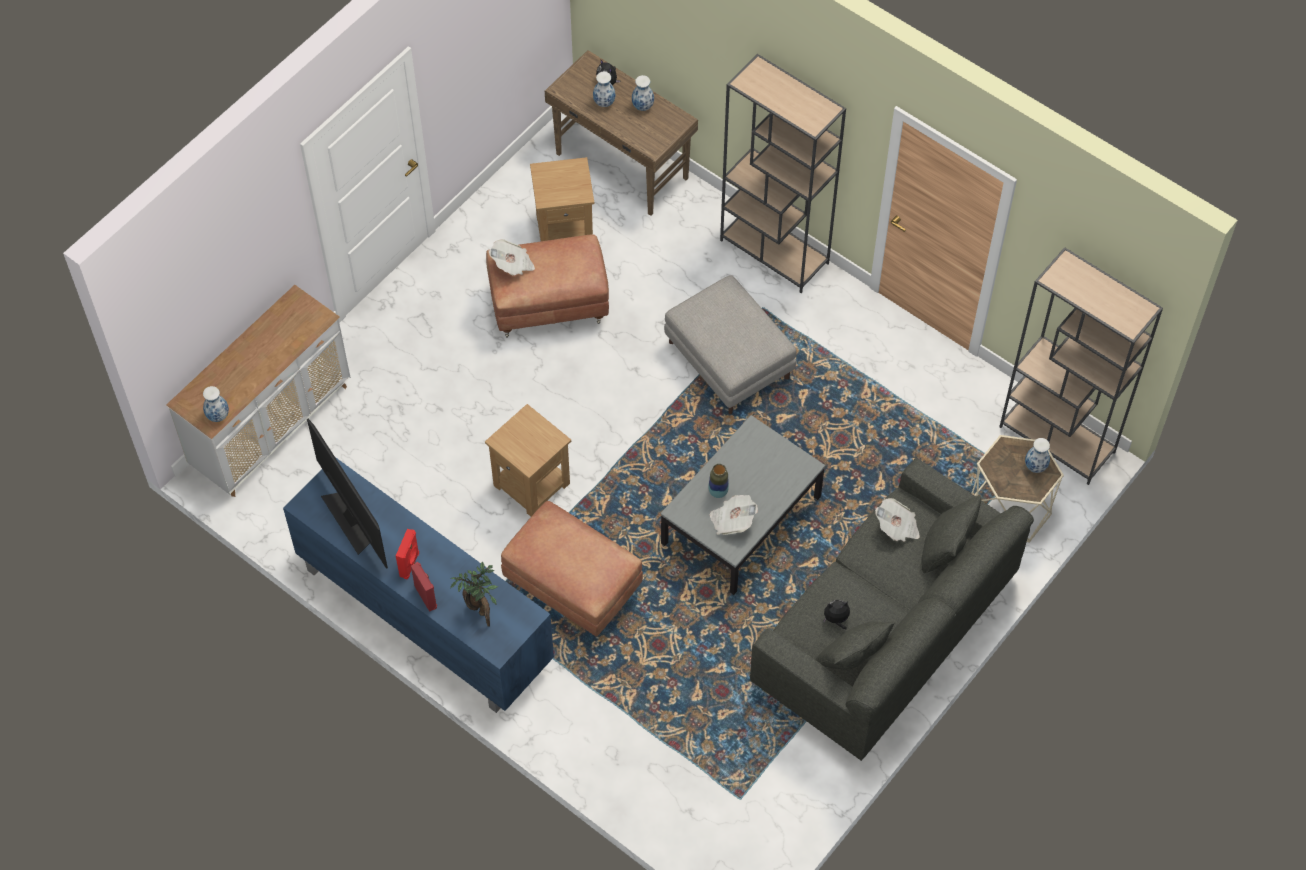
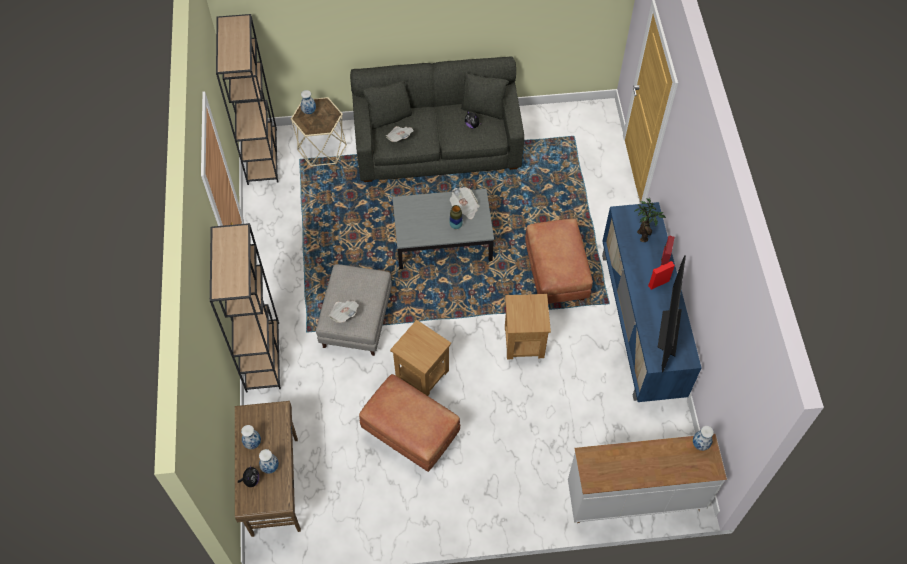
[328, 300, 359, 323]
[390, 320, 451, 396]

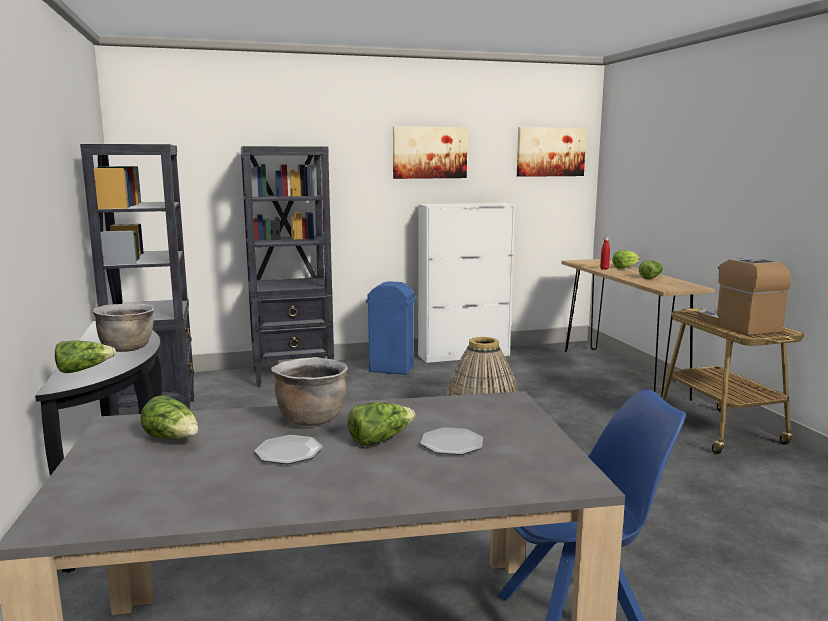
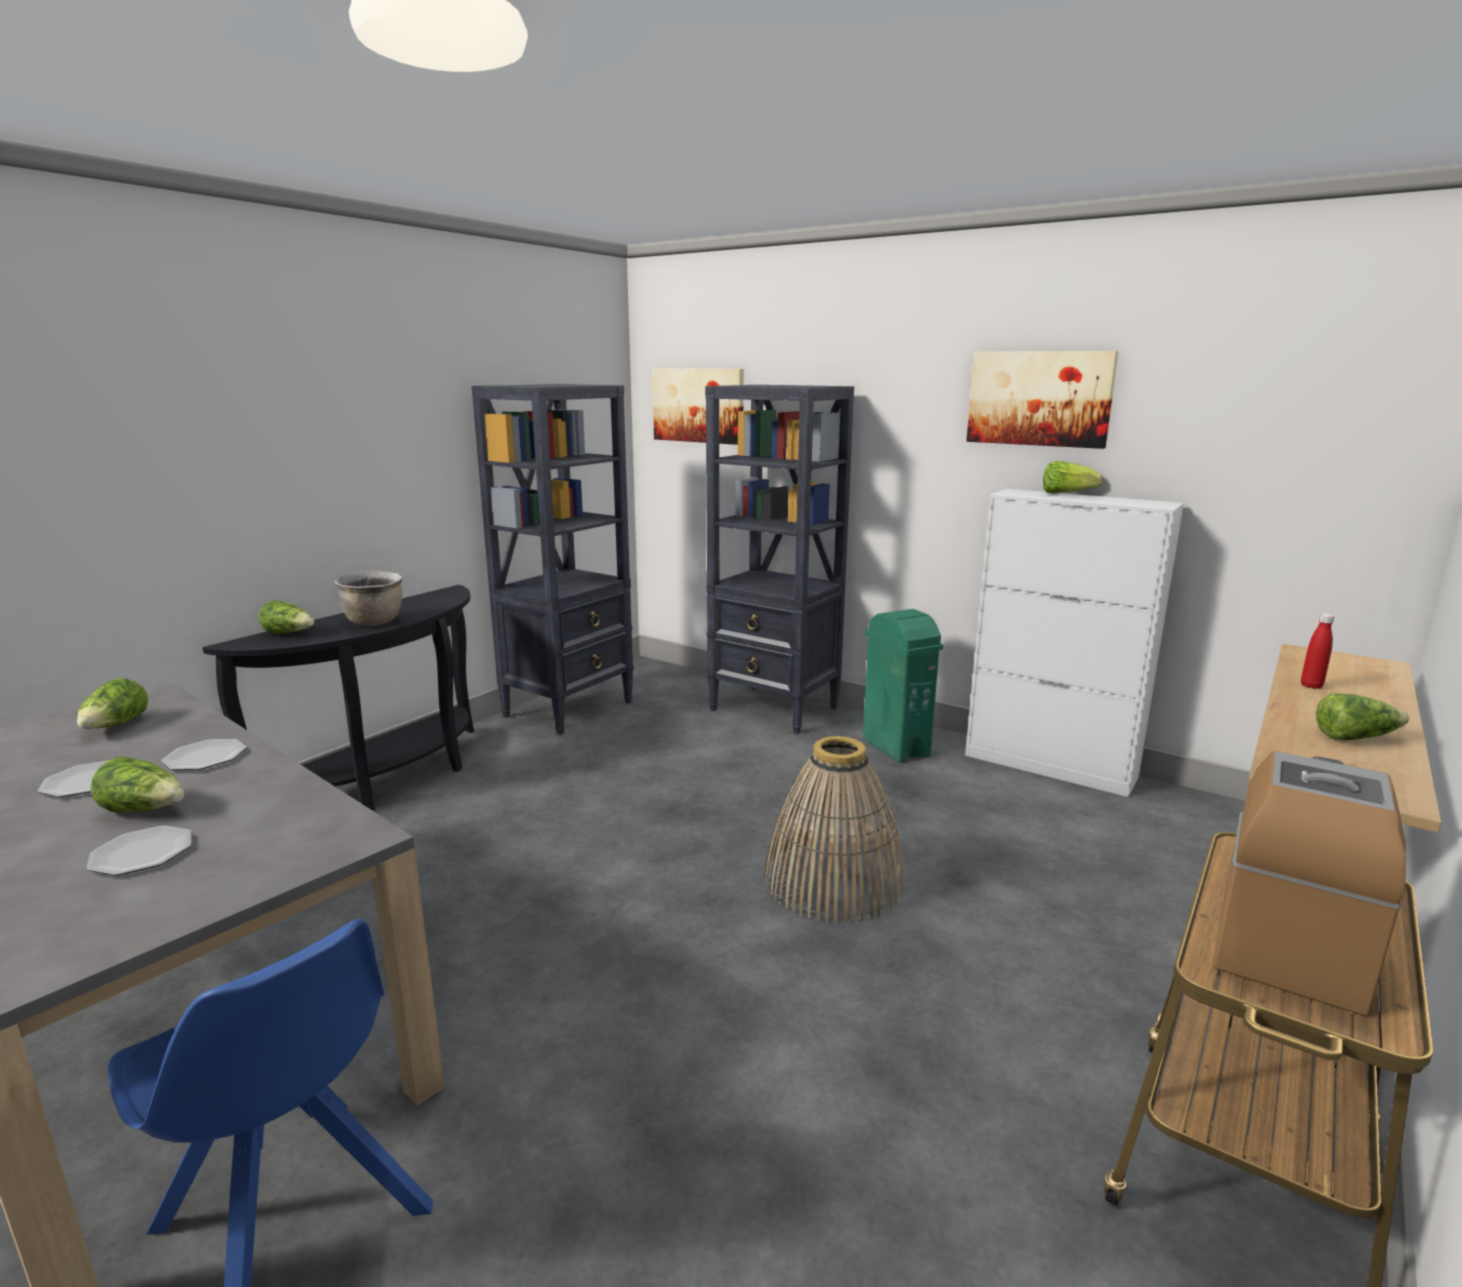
[652, 368, 744, 445]
[1043, 461, 1102, 494]
[162, 739, 247, 770]
[863, 609, 943, 763]

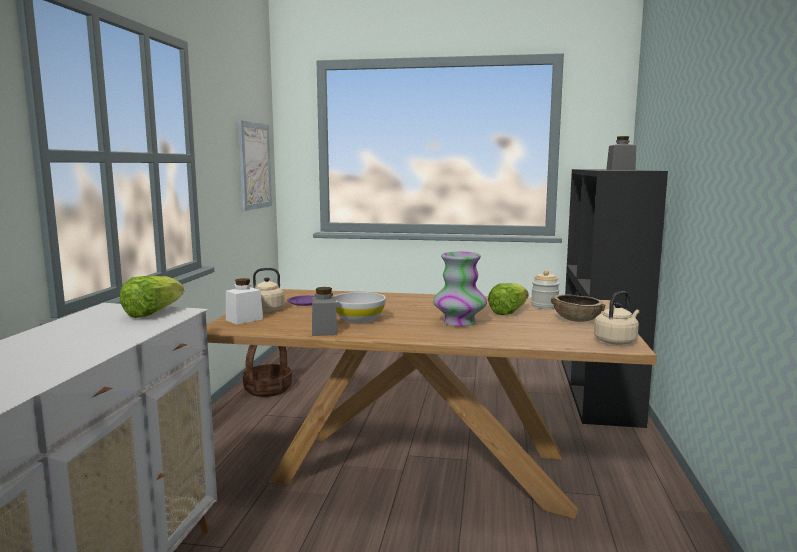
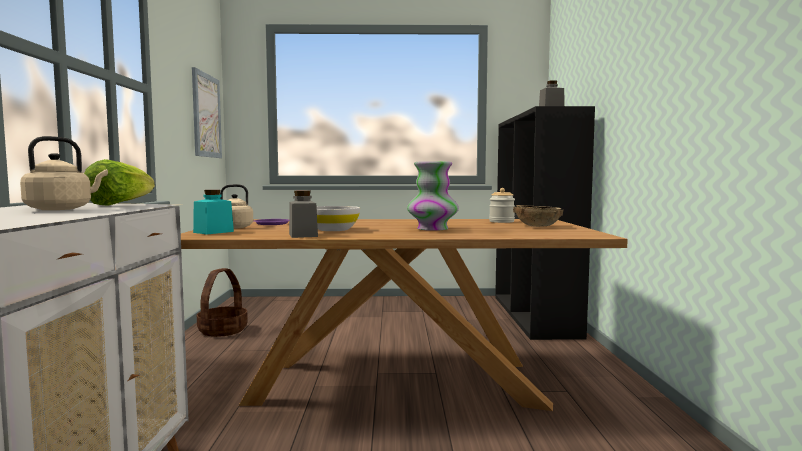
[488, 283, 529, 315] (first image)
[20, 136, 108, 210]
[193, 190, 234, 234]

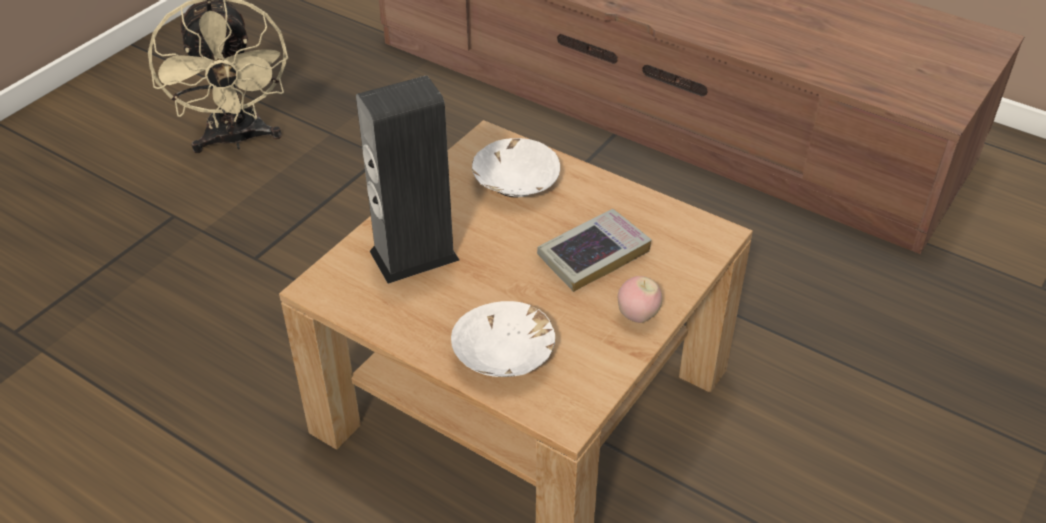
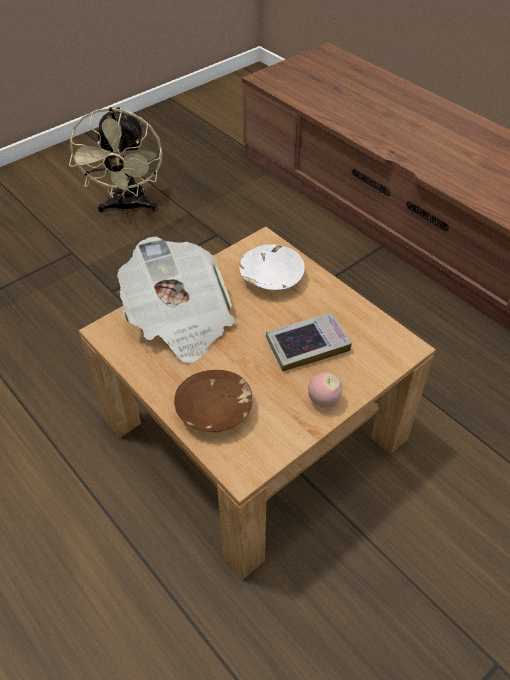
[117, 236, 235, 363]
[174, 370, 253, 432]

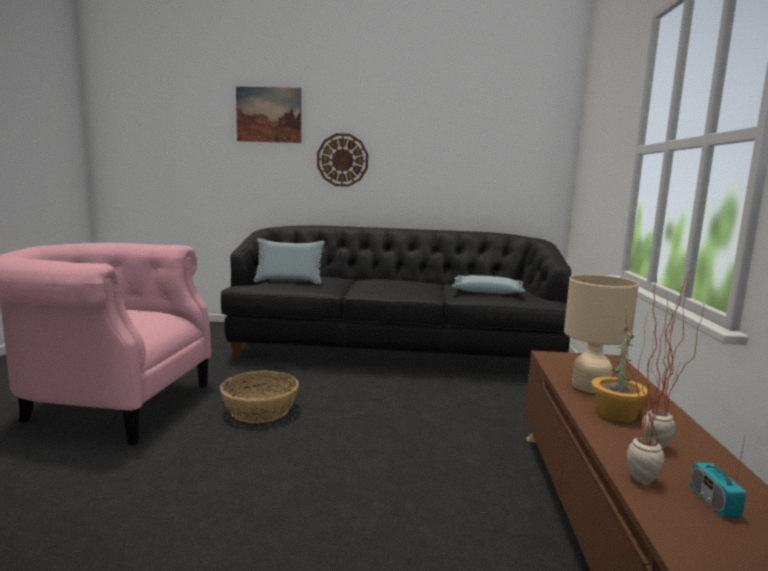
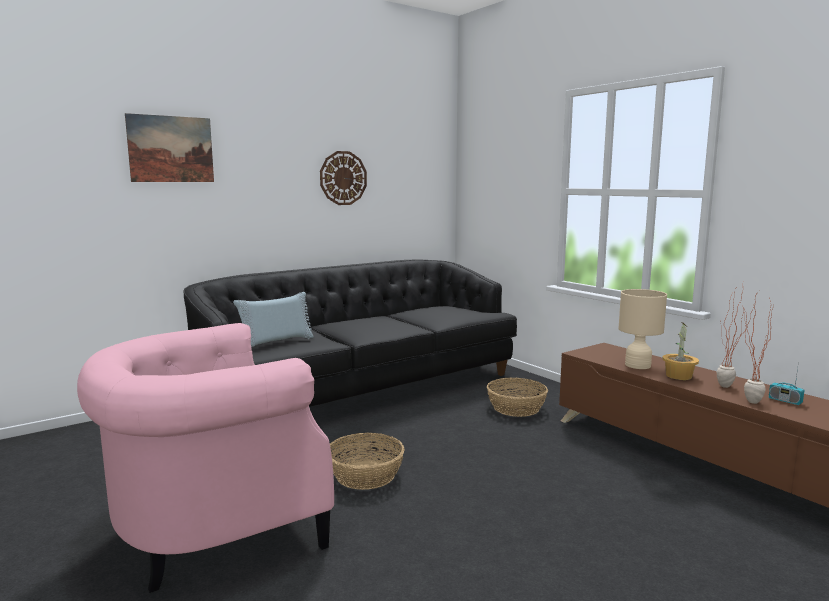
[452, 275, 525, 294] (first image)
[487, 377, 548, 417]
[320, 151, 367, 205]

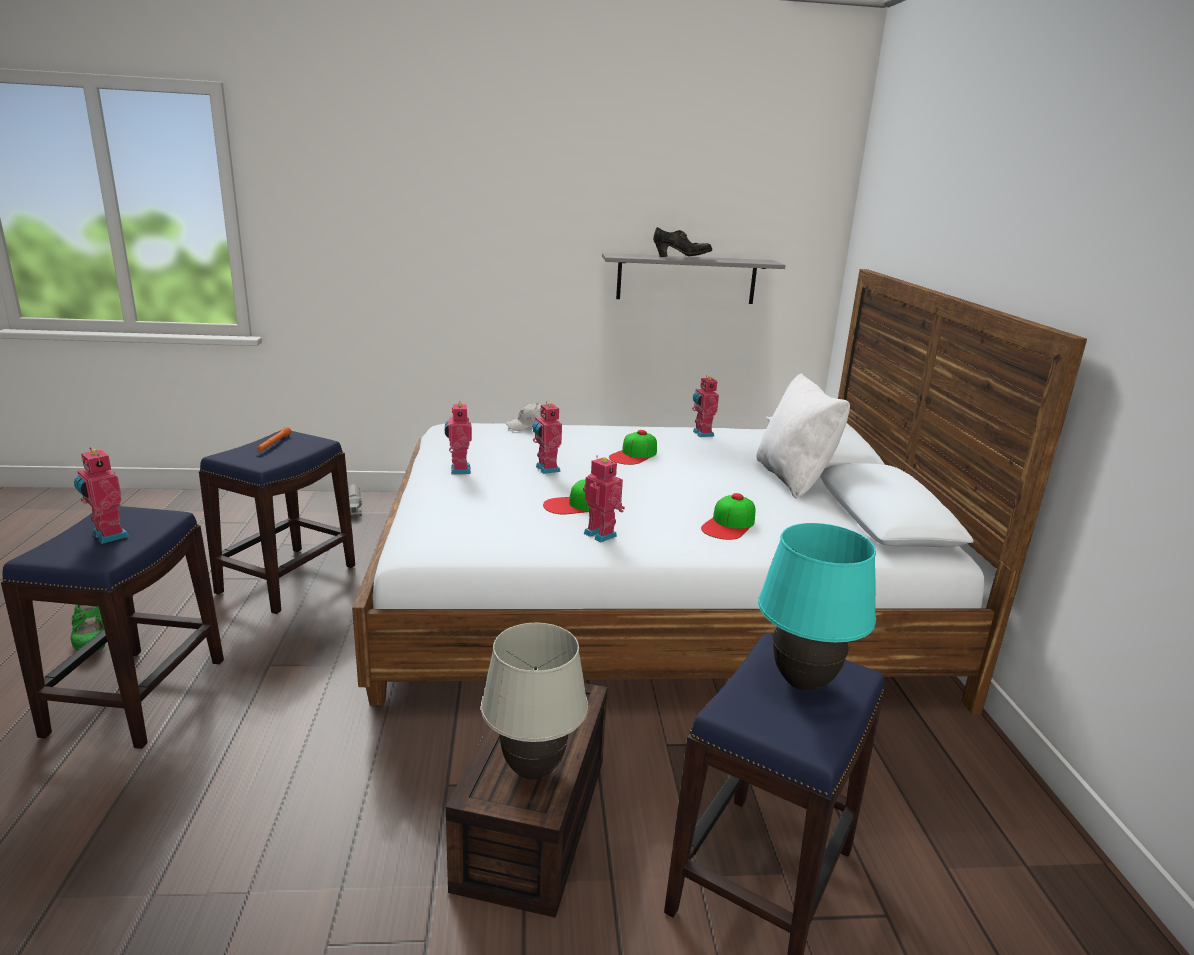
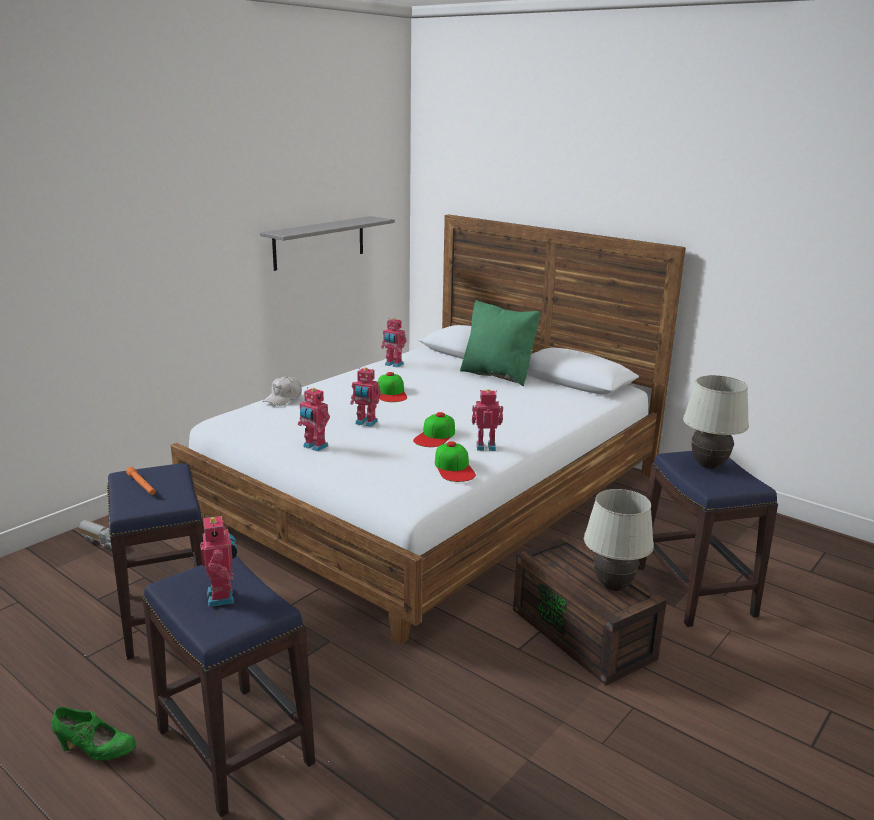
[653, 227, 712, 257] (first image)
[435, 441, 476, 482]
[460, 300, 541, 386]
[683, 375, 749, 469]
[200, 513, 237, 607]

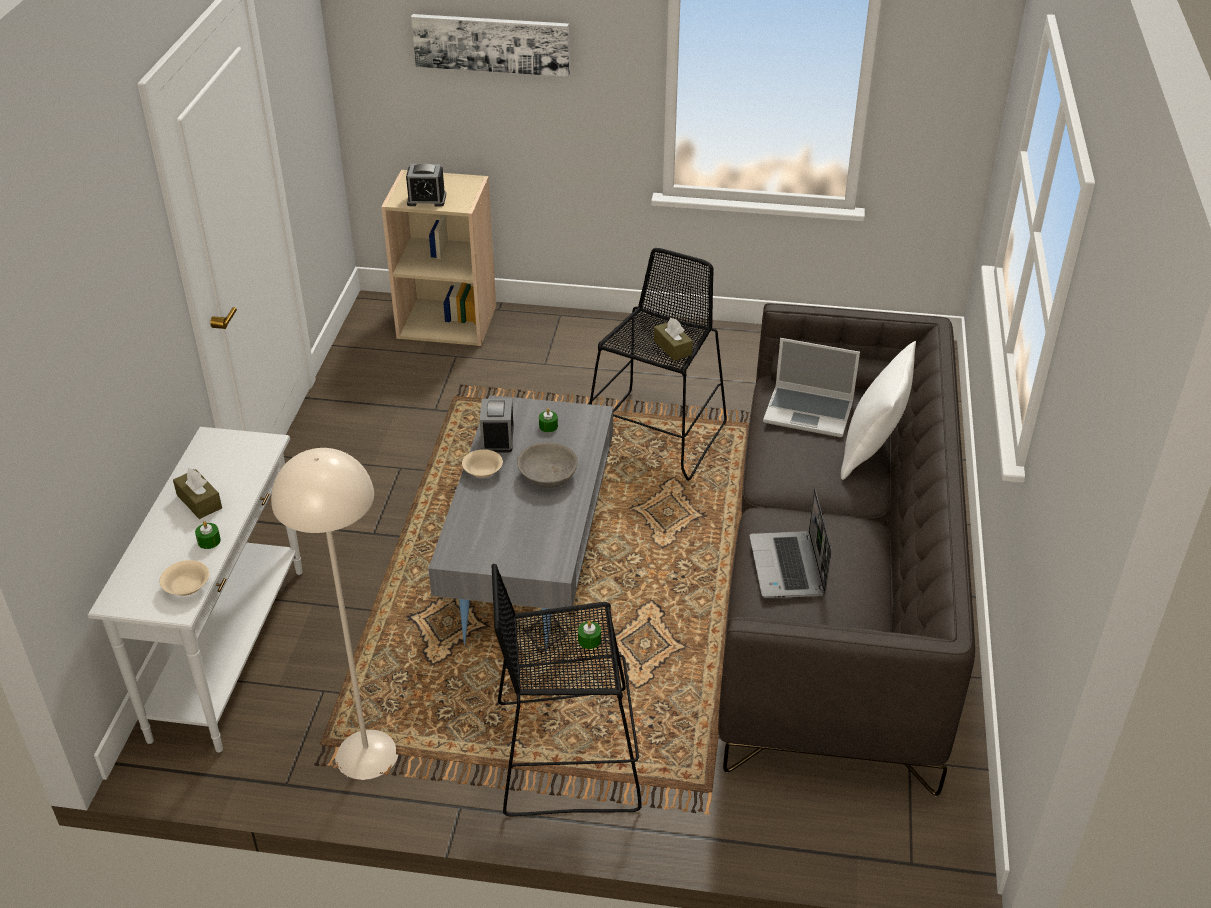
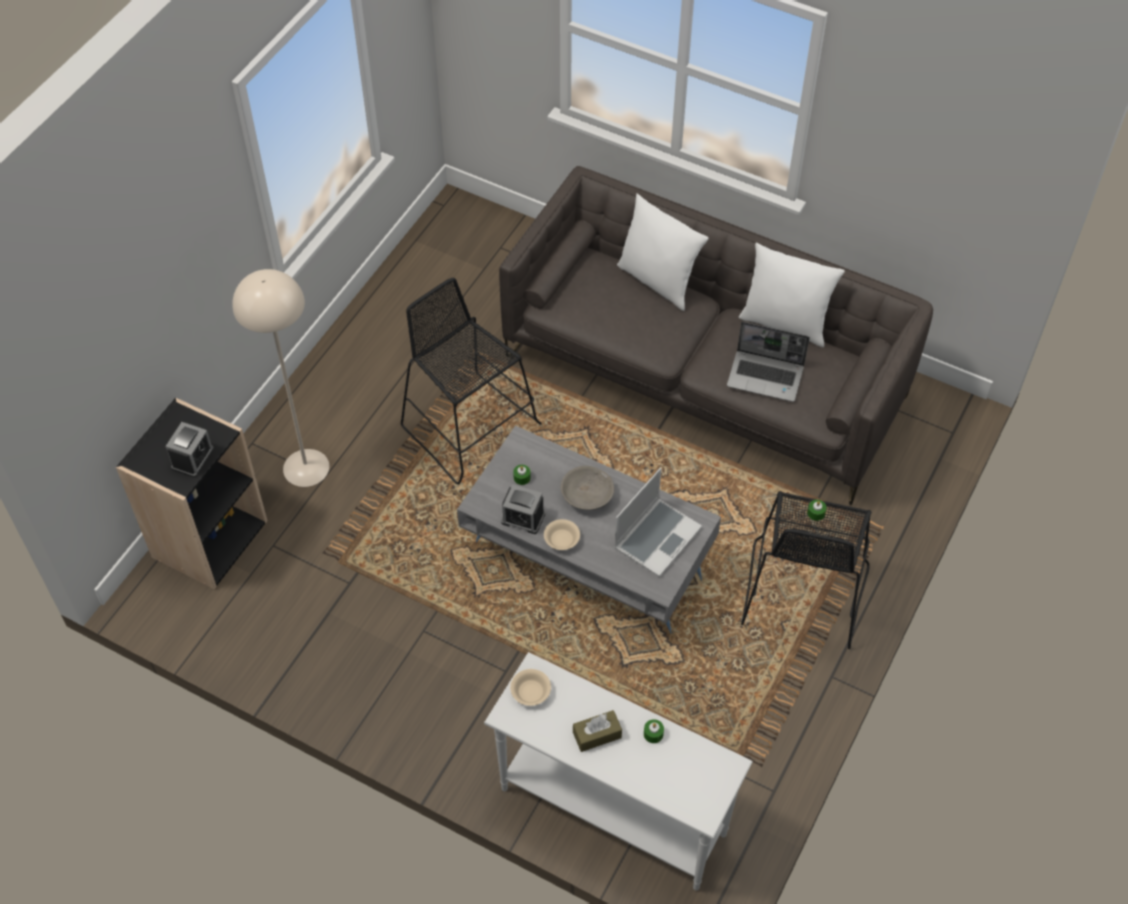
[411, 14, 570, 77] (first image)
[654, 318, 693, 361] (first image)
[739, 243, 845, 348]
[510, 669, 551, 706]
[232, 269, 329, 487]
[614, 468, 702, 577]
[116, 398, 268, 589]

